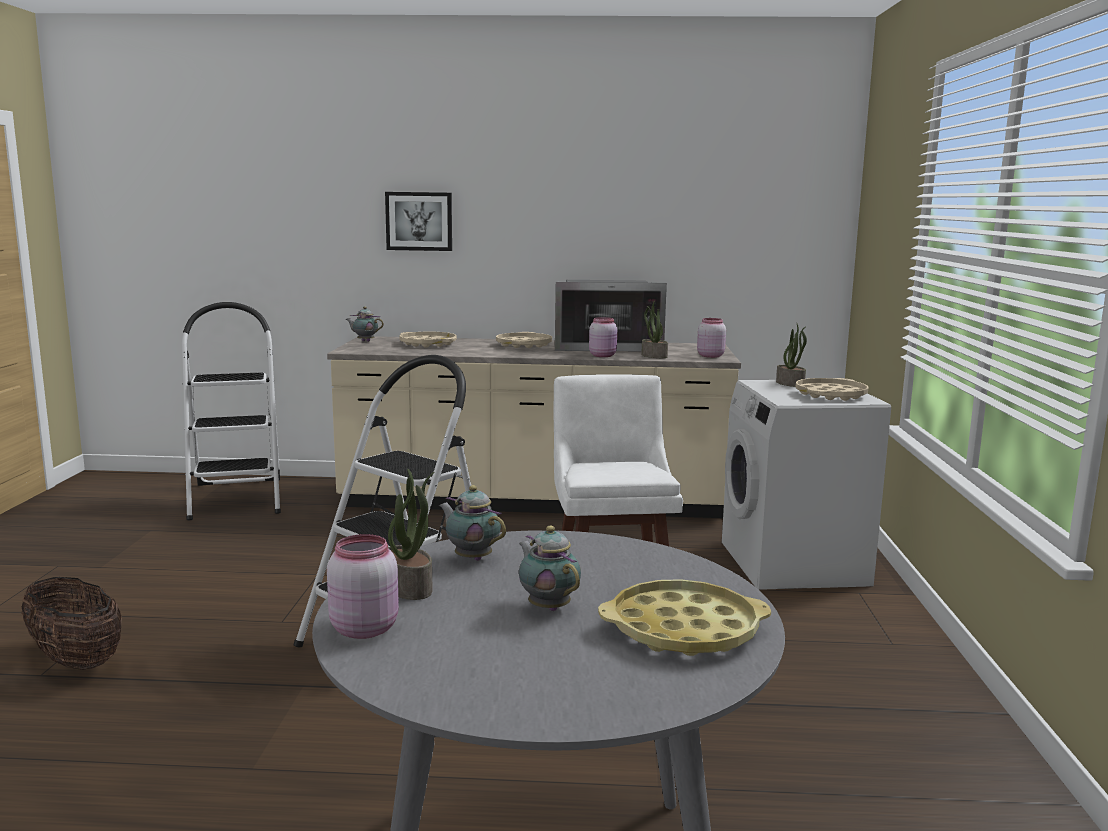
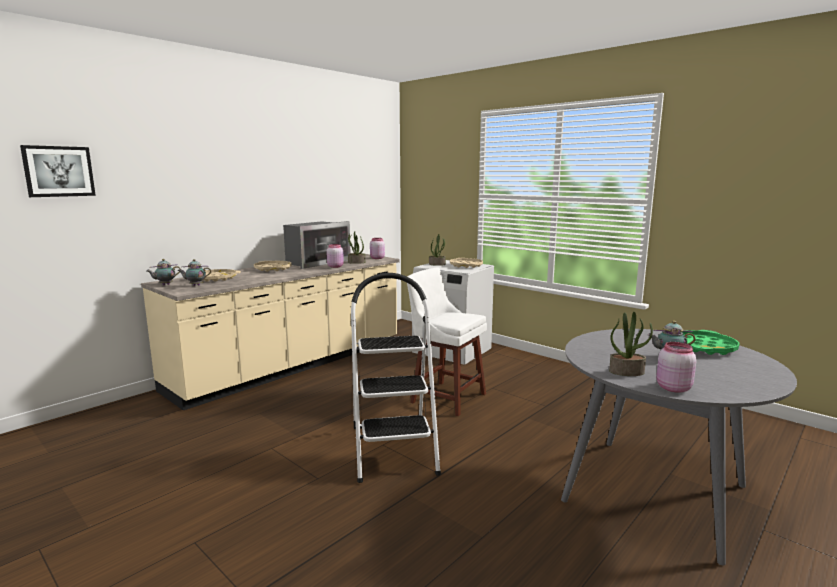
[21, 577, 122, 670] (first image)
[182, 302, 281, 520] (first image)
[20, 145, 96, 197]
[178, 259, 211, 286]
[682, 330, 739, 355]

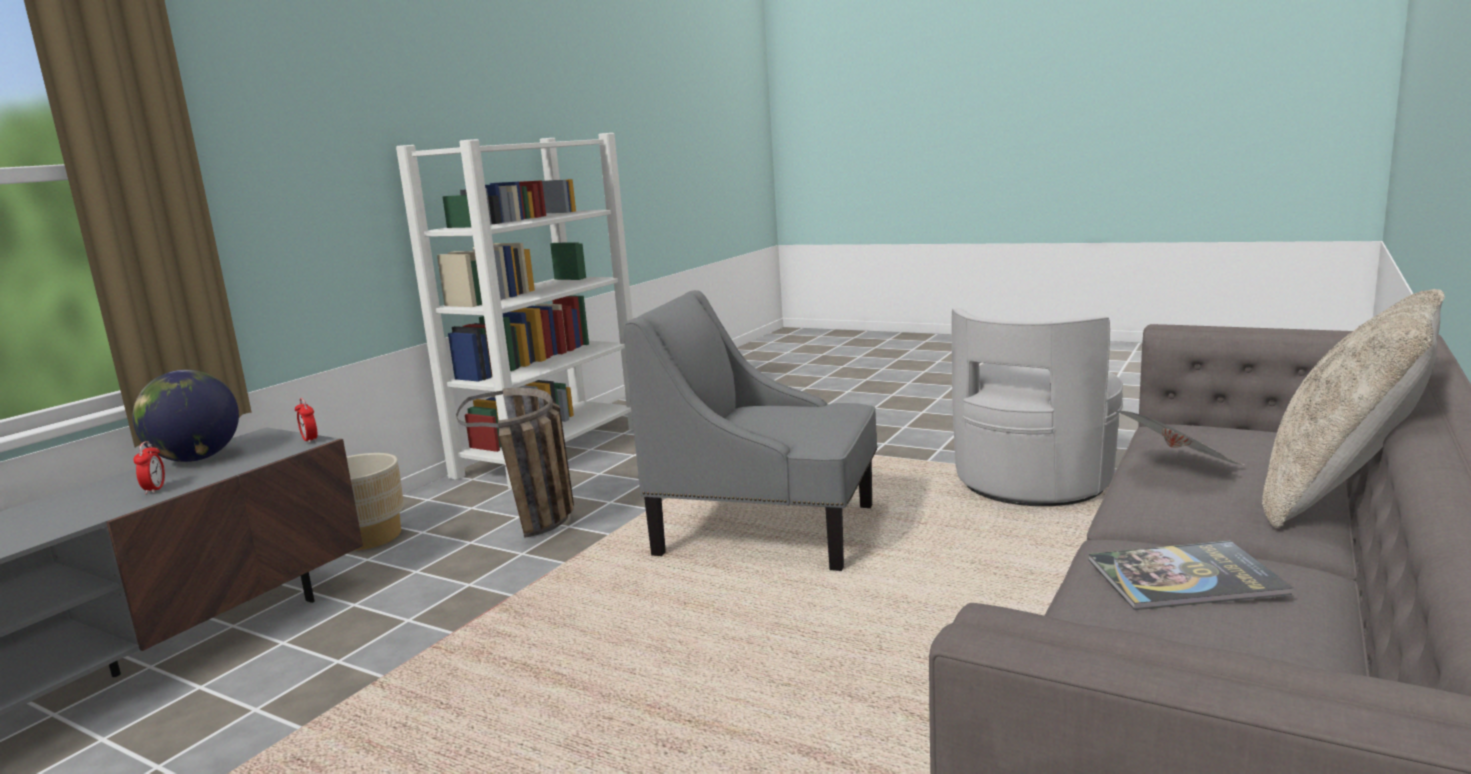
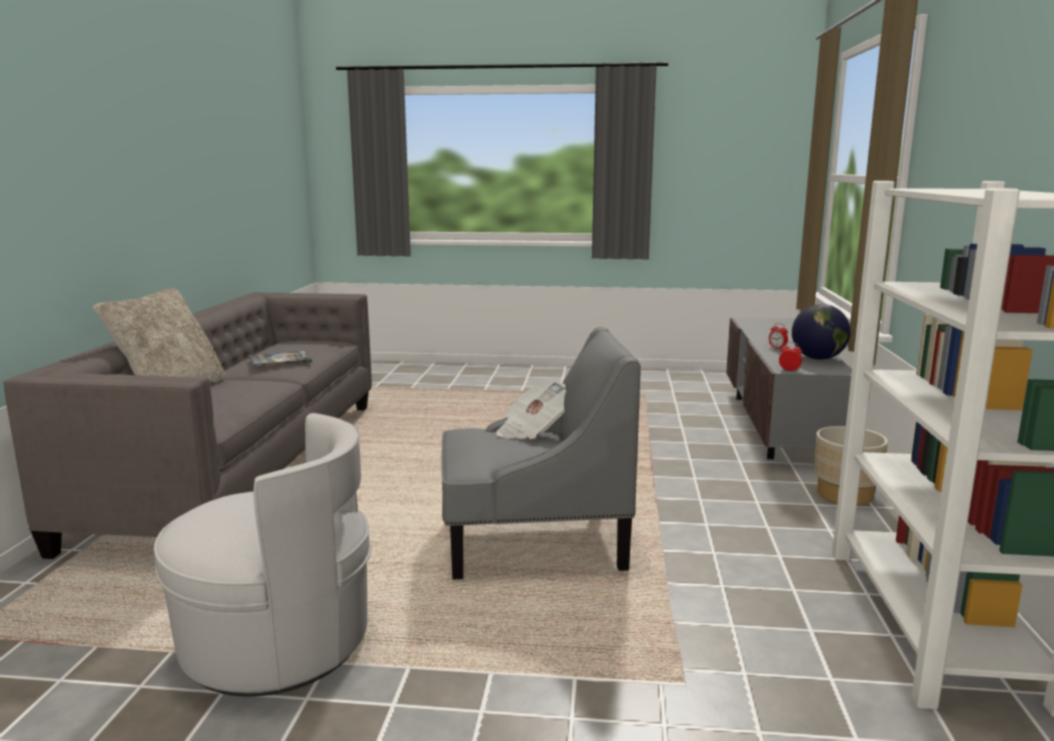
[456, 387, 574, 538] (first image)
[496, 382, 566, 439]
[154, 413, 371, 697]

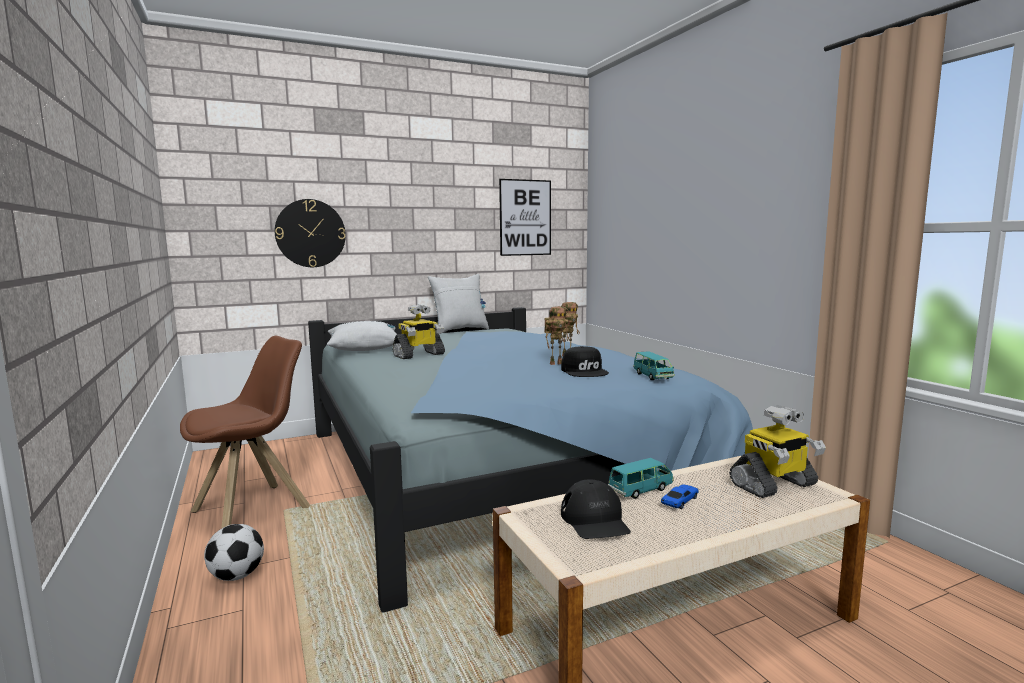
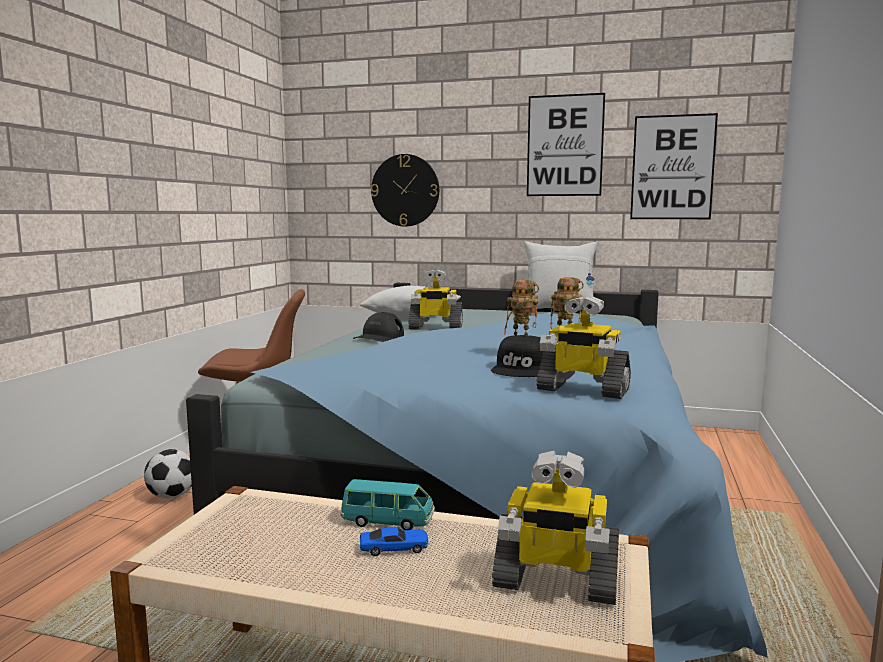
[527, 93, 605, 196]
[353, 312, 404, 342]
[536, 296, 631, 399]

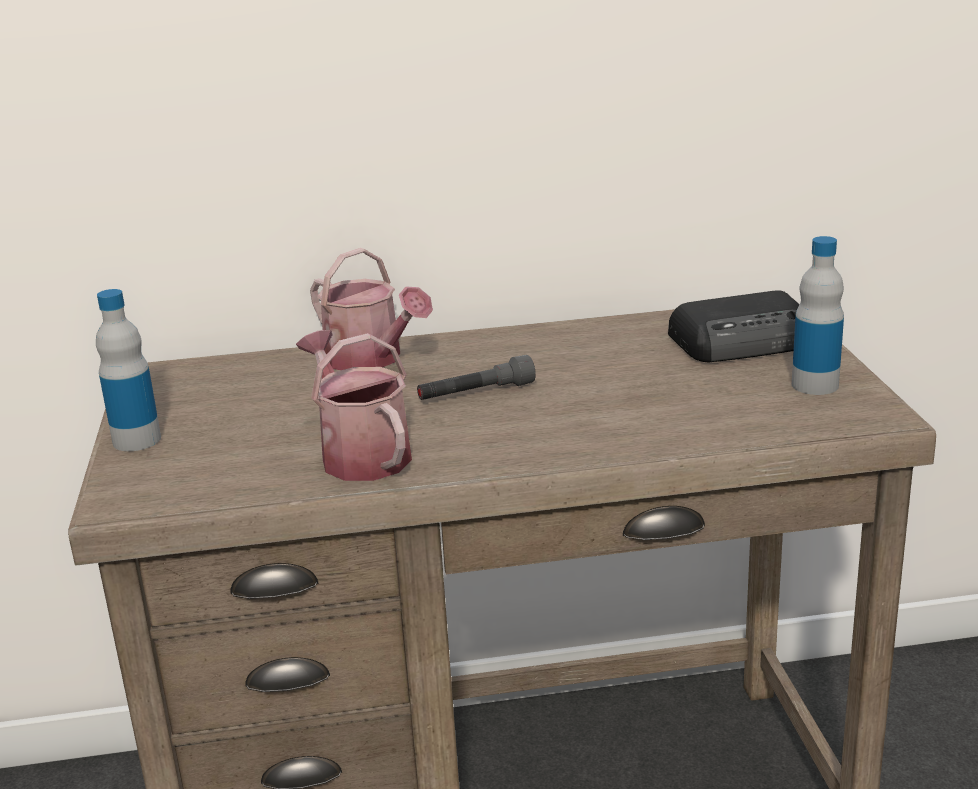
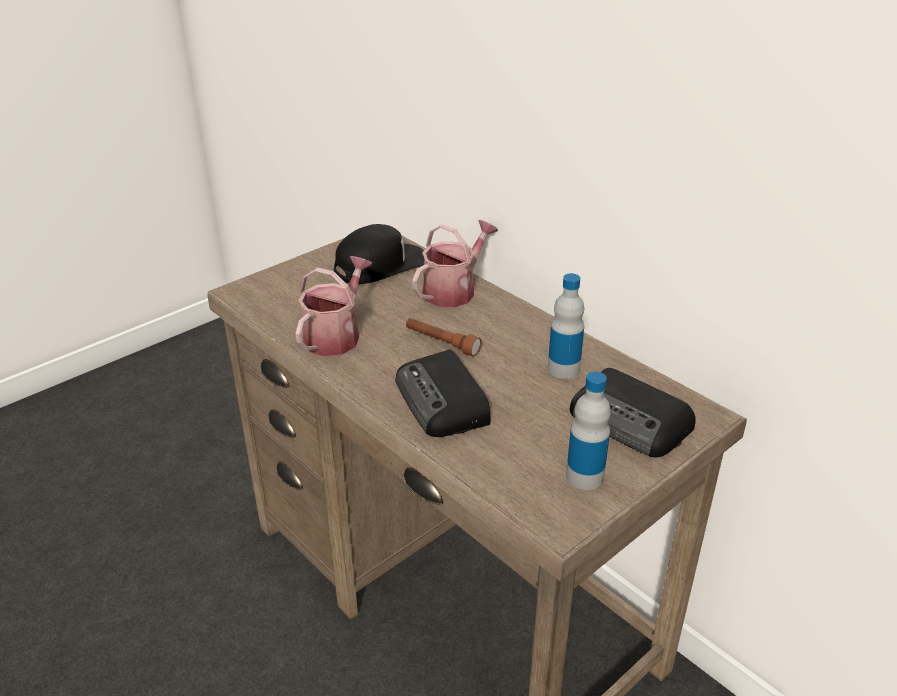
[334, 224, 424, 284]
[396, 349, 490, 437]
[548, 273, 584, 379]
[406, 318, 482, 357]
[412, 220, 498, 308]

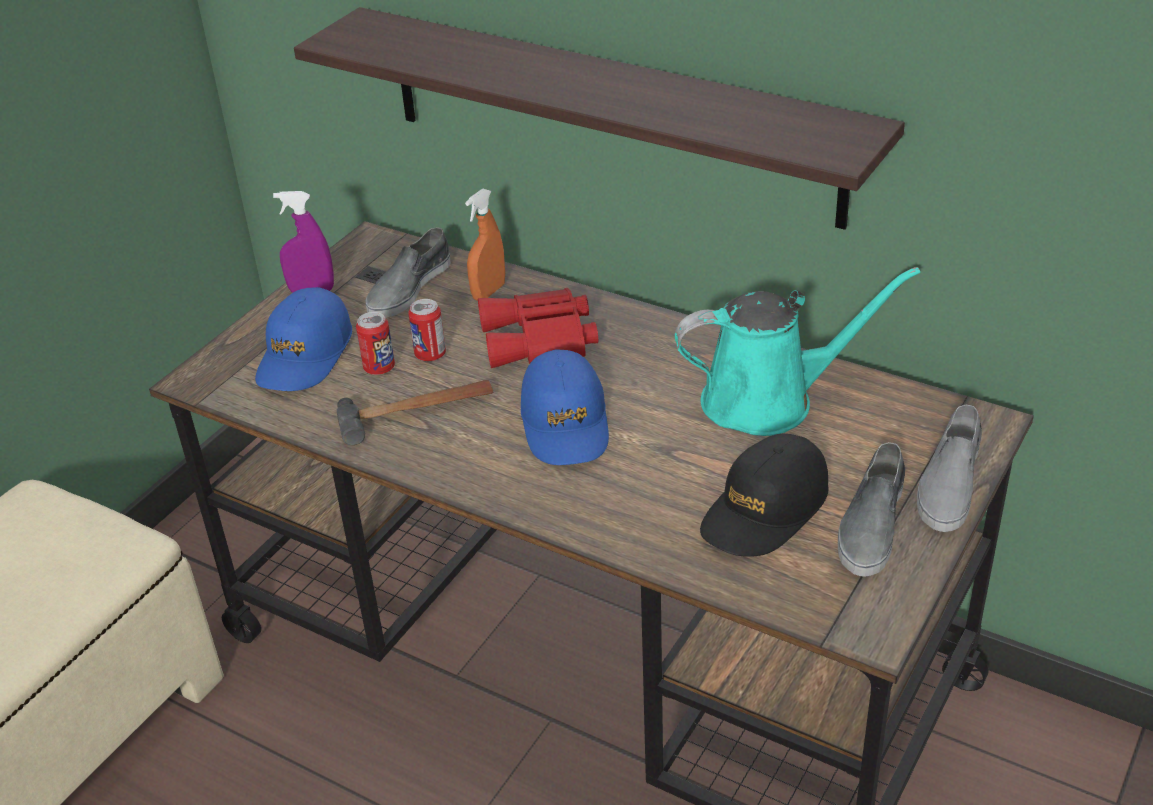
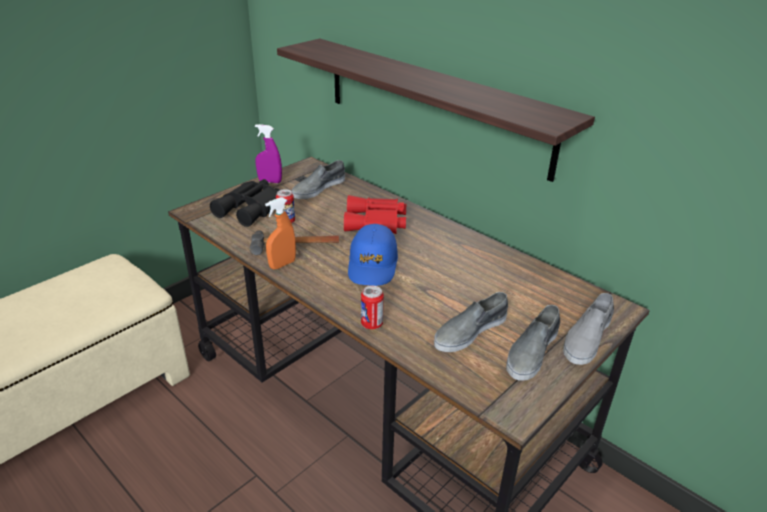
[675, 267, 921, 436] (first image)
[361, 286, 384, 329]
[265, 197, 296, 269]
[210, 179, 280, 227]
[434, 292, 508, 352]

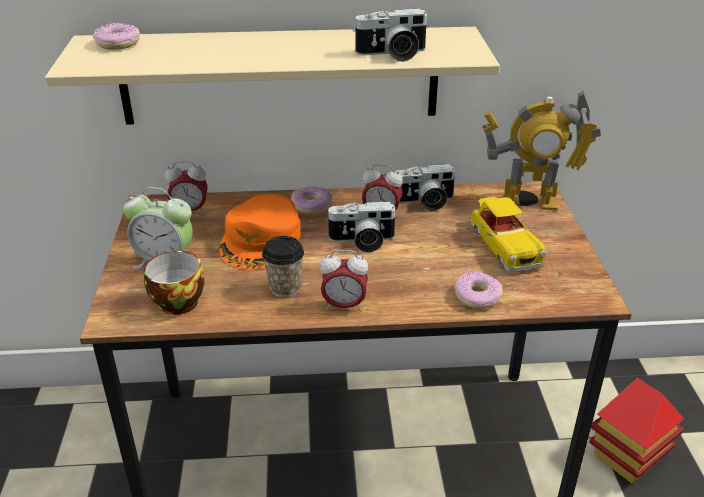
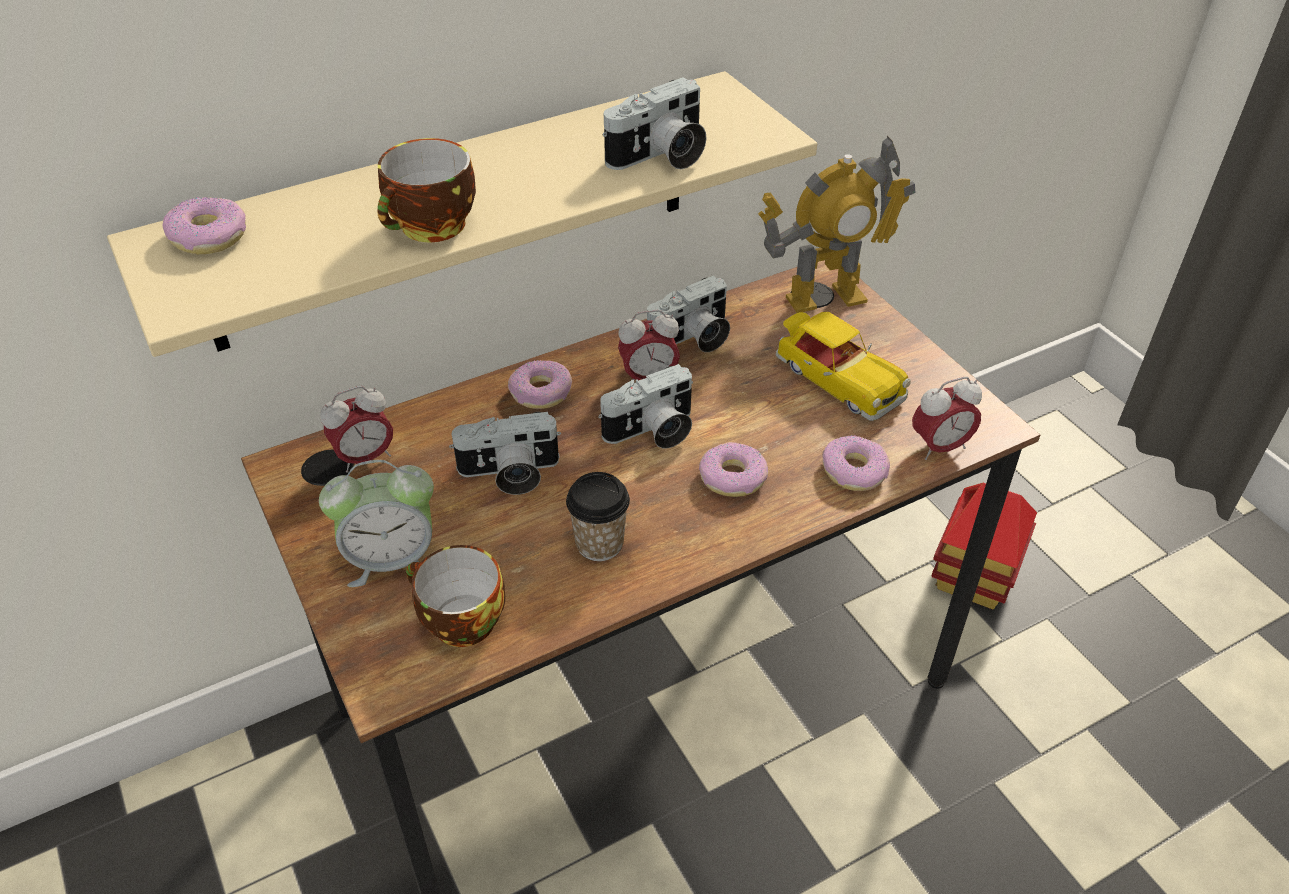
[377, 138, 476, 242]
[699, 442, 768, 497]
[912, 377, 982, 460]
[449, 412, 561, 495]

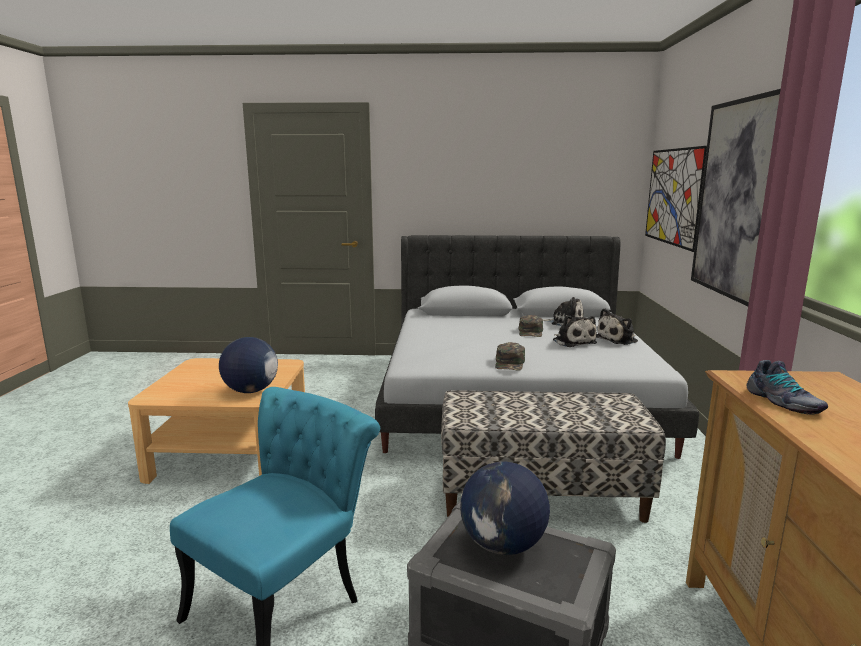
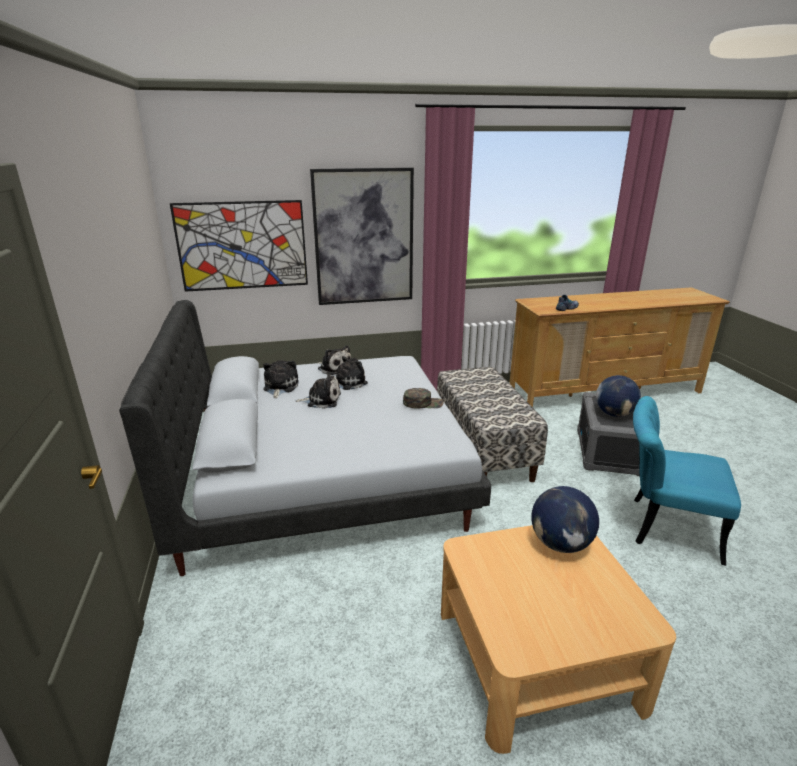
[296, 371, 341, 409]

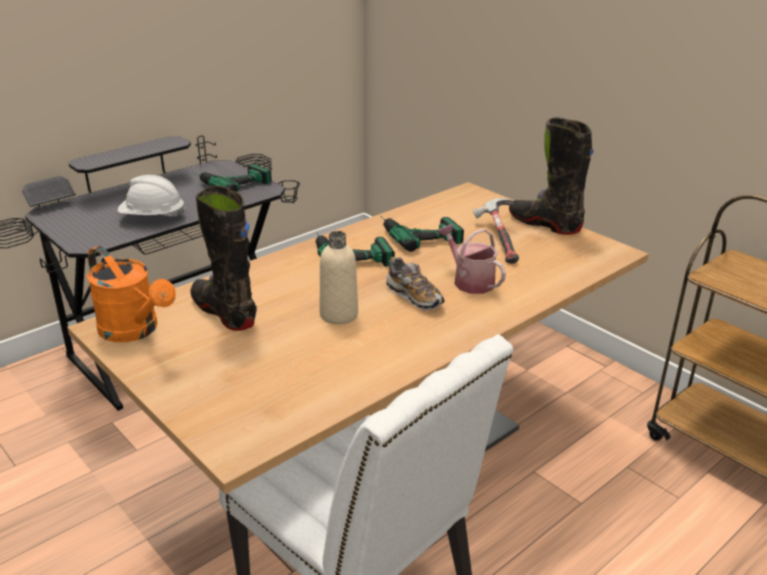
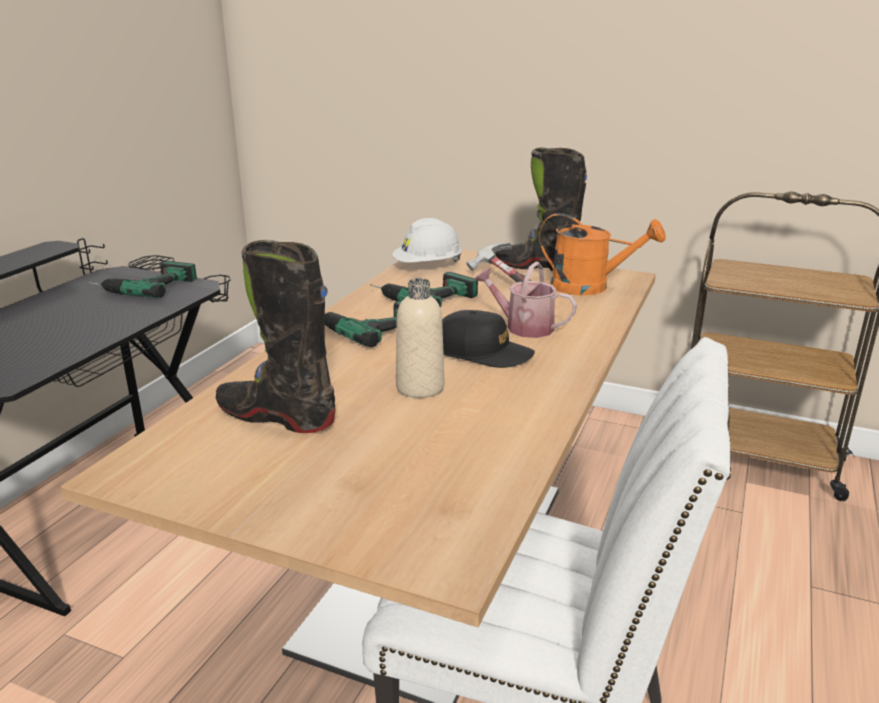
[539, 213, 666, 296]
[392, 218, 462, 263]
[442, 310, 535, 368]

